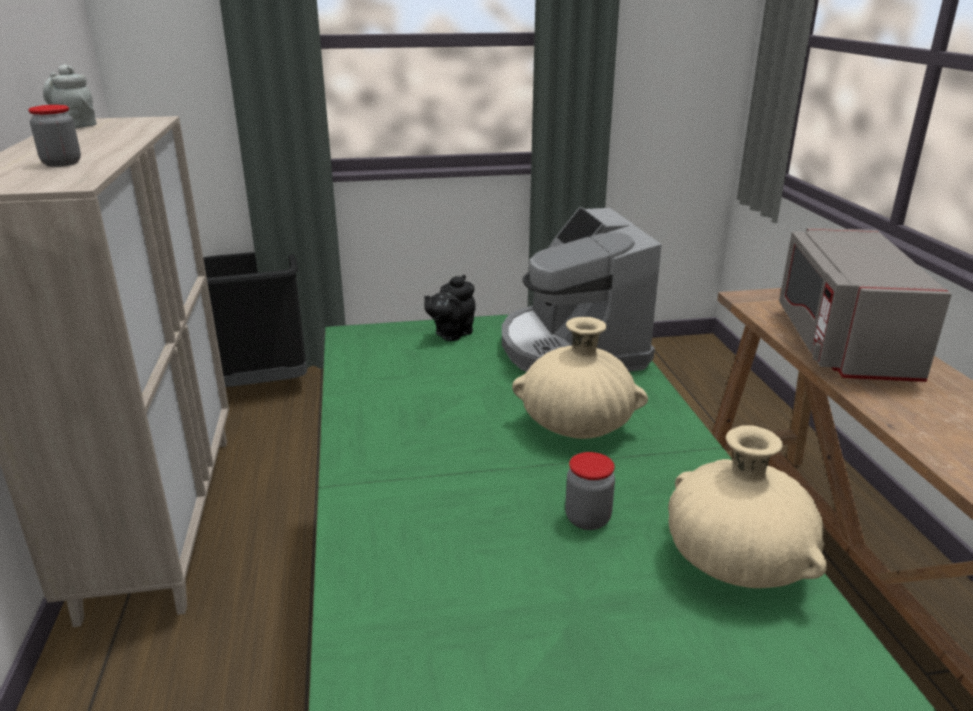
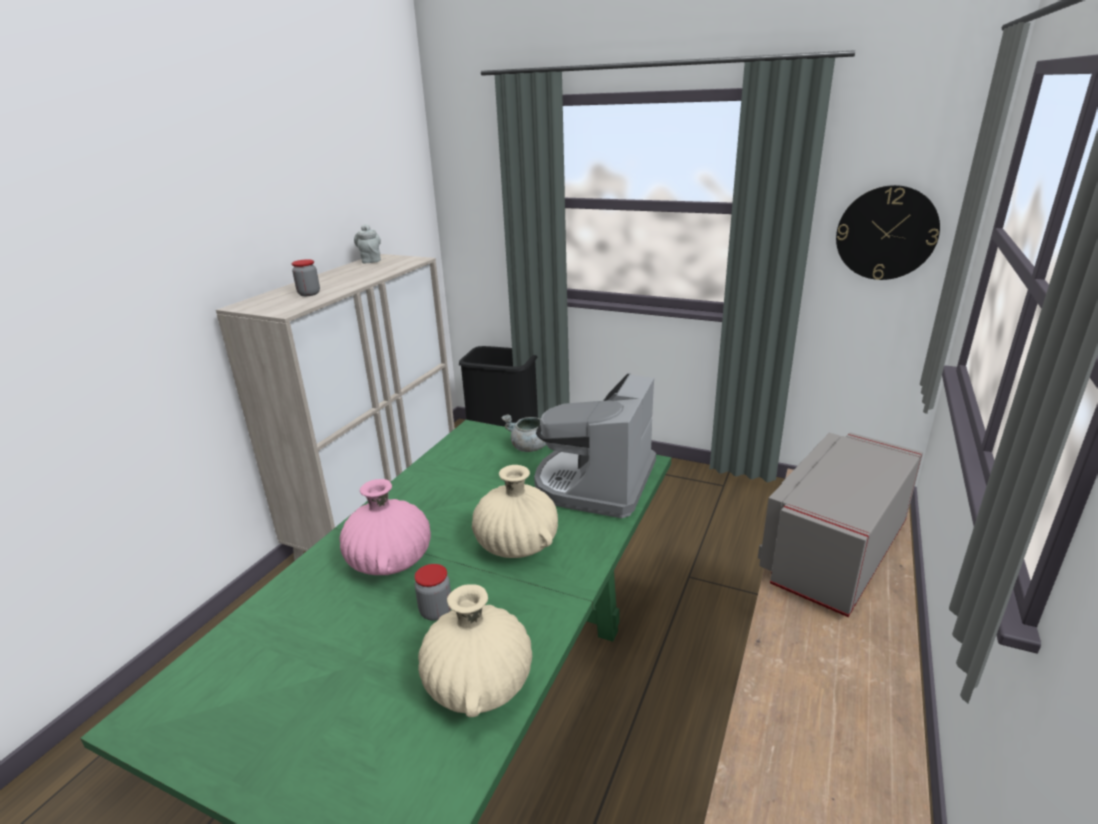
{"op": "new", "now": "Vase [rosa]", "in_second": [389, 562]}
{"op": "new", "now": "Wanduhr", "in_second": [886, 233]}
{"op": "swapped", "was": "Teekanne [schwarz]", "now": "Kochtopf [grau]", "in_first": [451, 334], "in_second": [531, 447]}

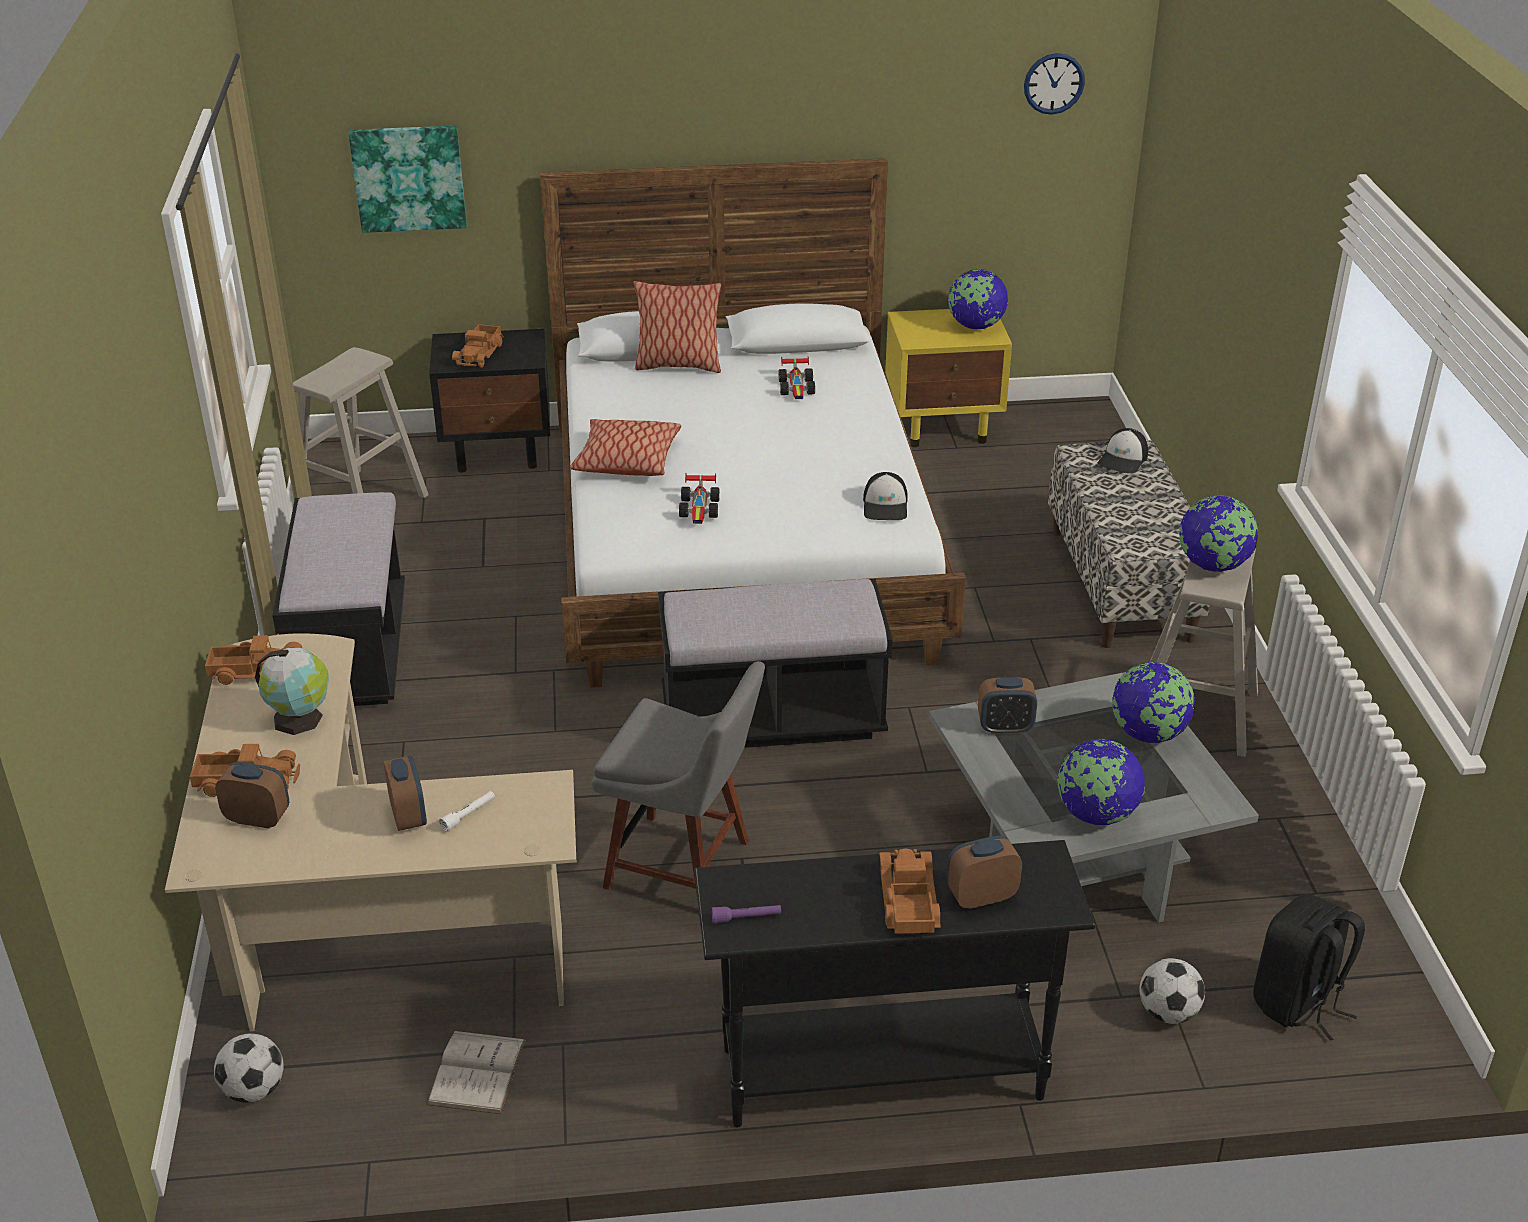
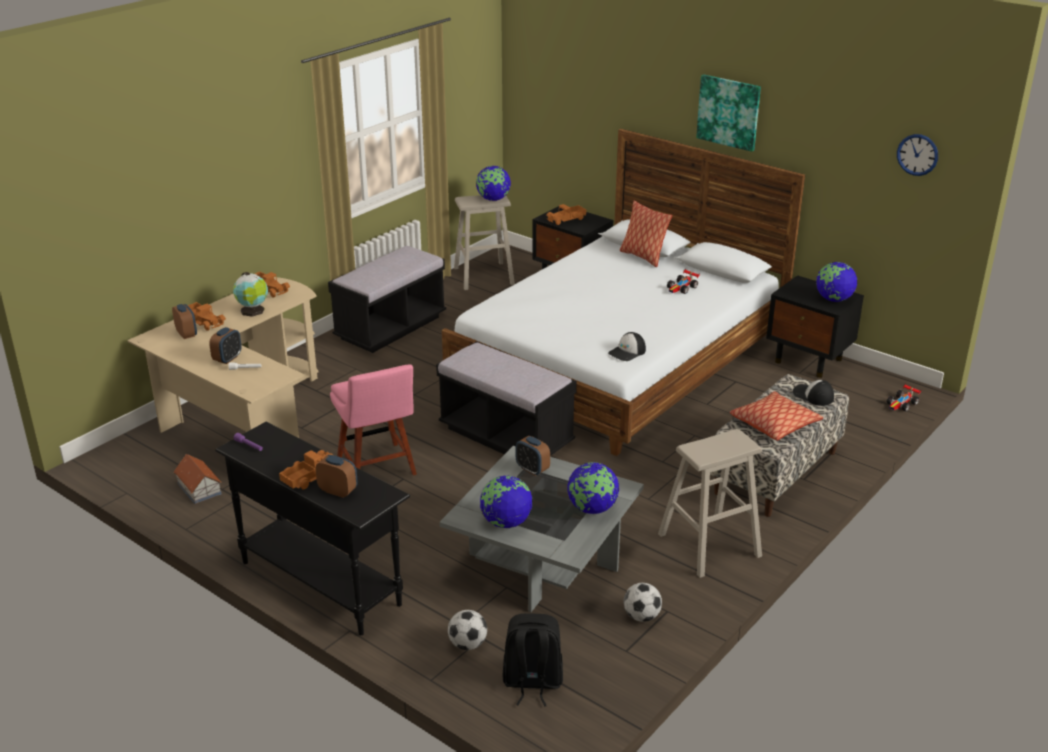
{"op": "shifted", "was": "Fußball", "in_first": [254, 1090], "in_second": [641, 616]}
{"op": "shifted", "was": "Bild", "in_first": [409, 178], "in_second": [729, 112]}
{"op": "shifted", "was": "Kissen", "in_first": [627, 460], "in_second": [774, 424]}
{"op": "shifted", "was": "Spielzeugauto", "in_first": [700, 508], "in_second": [902, 404]}
{"op": "shifted", "was": "Globus", "in_first": [1213, 565], "in_second": [493, 199]}
{"op": "swapped", "was": "Buch [weiß]", "now": "Spielzeughaus", "in_first": [477, 1071], "in_second": [199, 488]}
{"op": "repainted", "was": "Stuhl [grau]", "now": "Stuhl [rosa]", "in_first": [684, 866], "in_second": [377, 468]}
{"op": "repainted", "was": "Nachttisch [gelb]", "now": "Nachttisch [schwarz]", "in_first": [943, 427], "in_second": [809, 361]}
{"op": "rotated", "was": "Kappe", "in_first": [1123, 459], "in_second": [813, 395], "clockwise": 60}

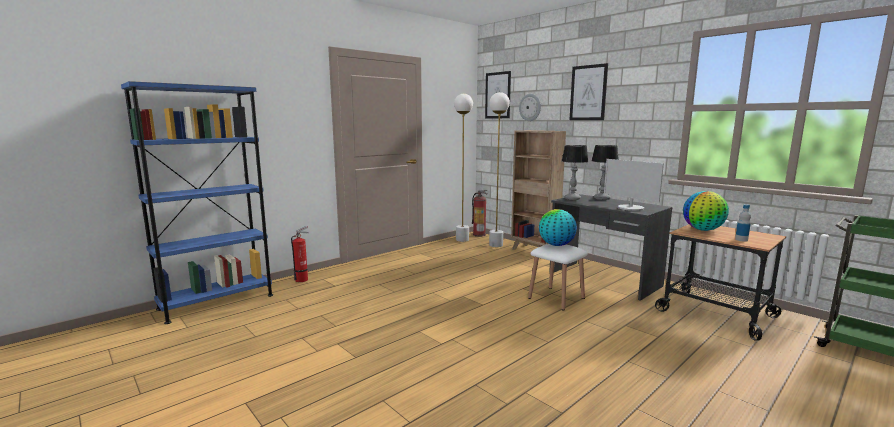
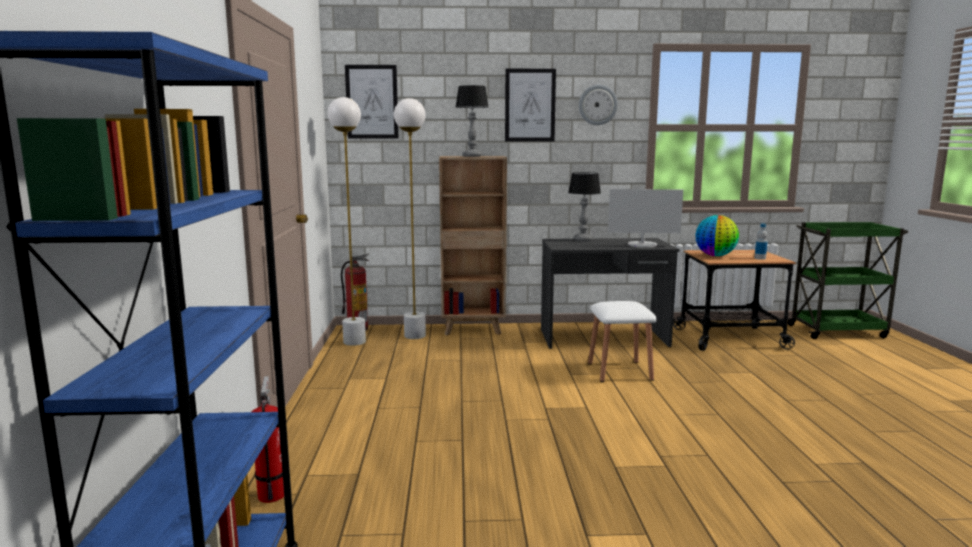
{"op": "gone", "was": "Globus", "in_first": [556, 245]}
{"op": "shifted", "was": "Wanduhr", "in_first": [530, 107], "in_second": [597, 105]}
{"op": "shifted", "was": "Tischlampe", "in_first": [572, 199], "in_second": [472, 156]}

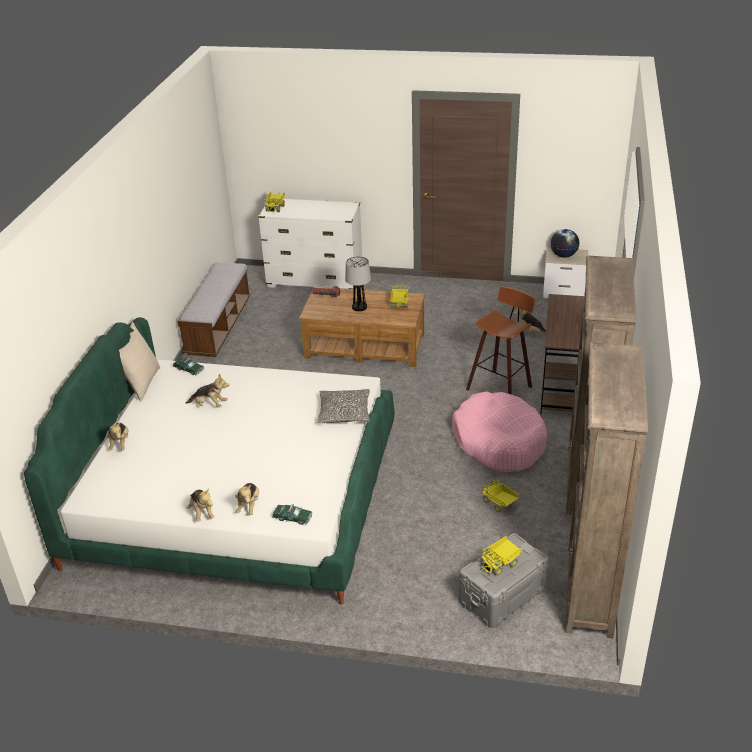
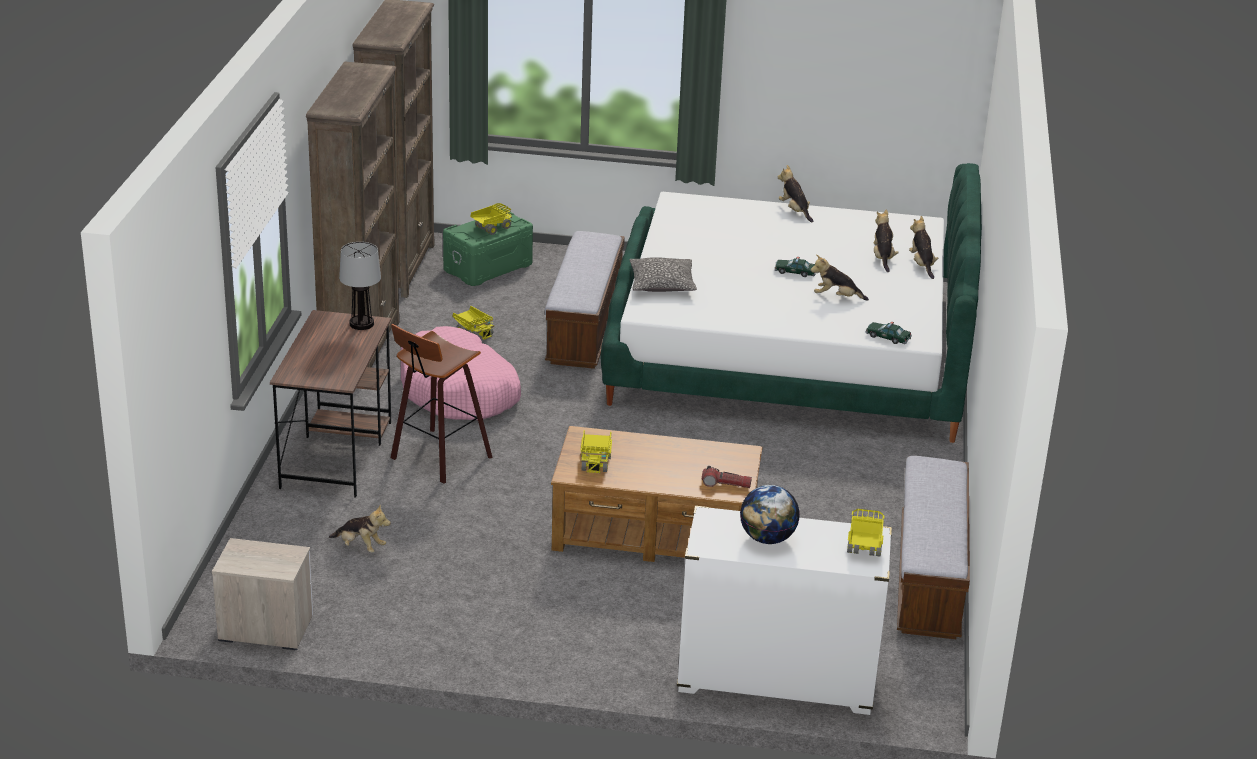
{"op": "gone", "was": "Kissen [beige]", "in_first": [141, 383]}
{"op": "new", "now": "Bank", "in_second": [584, 327]}
{"op": "shifted", "was": "Plüschtier", "in_first": [249, 505], "in_second": [882, 258]}
{"op": "shifted", "was": "Spielzeugauto", "in_first": [292, 518], "in_second": [795, 272]}
{"op": "shifted", "was": "Tischlampe", "in_first": [359, 307], "in_second": [362, 324]}
{"op": "shifted", "was": "Globus", "in_first": [563, 255], "in_second": [767, 538]}
{"op": "repainted", "was": "Aufbewahrungsbox [grau]", "now": "Aufbewahrungsbox [grün]", "in_first": [503, 596], "in_second": [487, 267]}

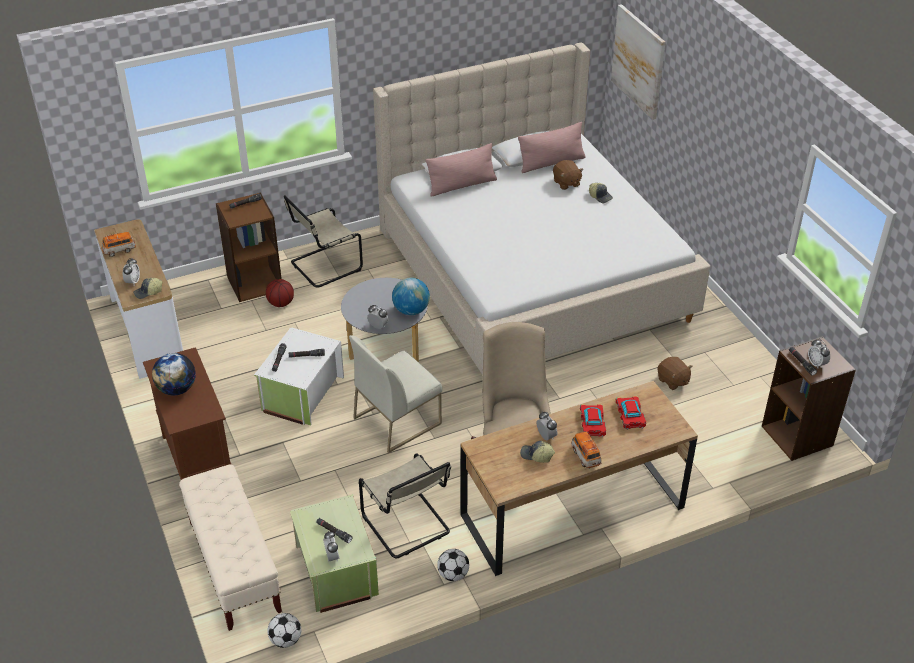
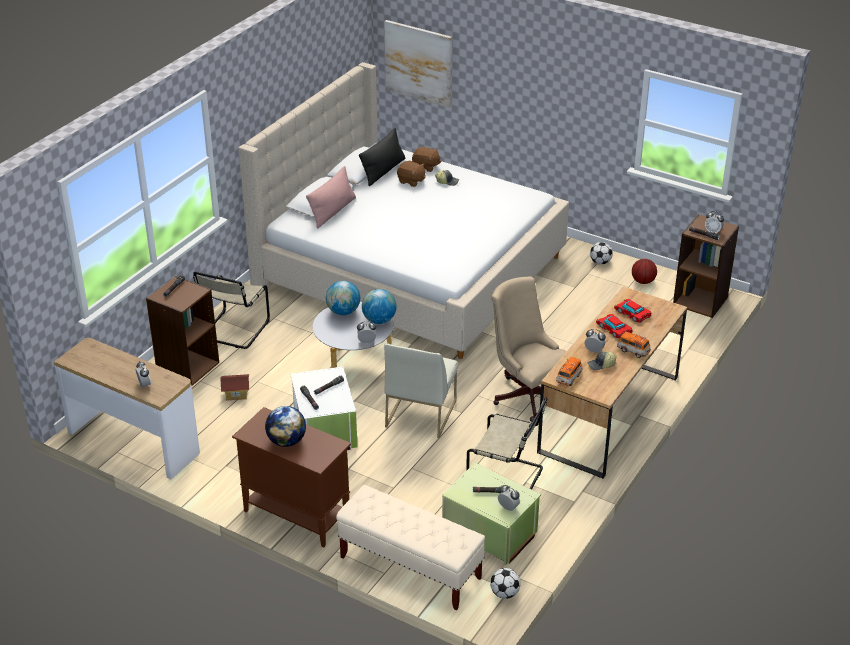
{"op": "gone", "was": "Kappe", "in_first": [148, 292]}
{"op": "new", "now": "Spielzeughaus", "in_second": [236, 394]}
{"op": "new", "now": "Globus", "in_second": [343, 312]}
{"op": "shifted", "was": "Spielzeugauto", "in_first": [119, 250], "in_second": [569, 378]}
{"op": "shifted", "was": "Basketball", "in_first": [281, 303], "in_second": [643, 281]}
{"op": "shifted", "was": "Fußball", "in_first": [453, 574], "in_second": [600, 262]}
{"op": "shifted", "was": "Plüschtier [braun]", "in_first": [672, 381], "in_second": [426, 167]}
{"op": "repainted", "was": "Kissen [rosa]", "now": "Kissen [schwarz]", "in_first": [551, 163], "in_second": [383, 171]}

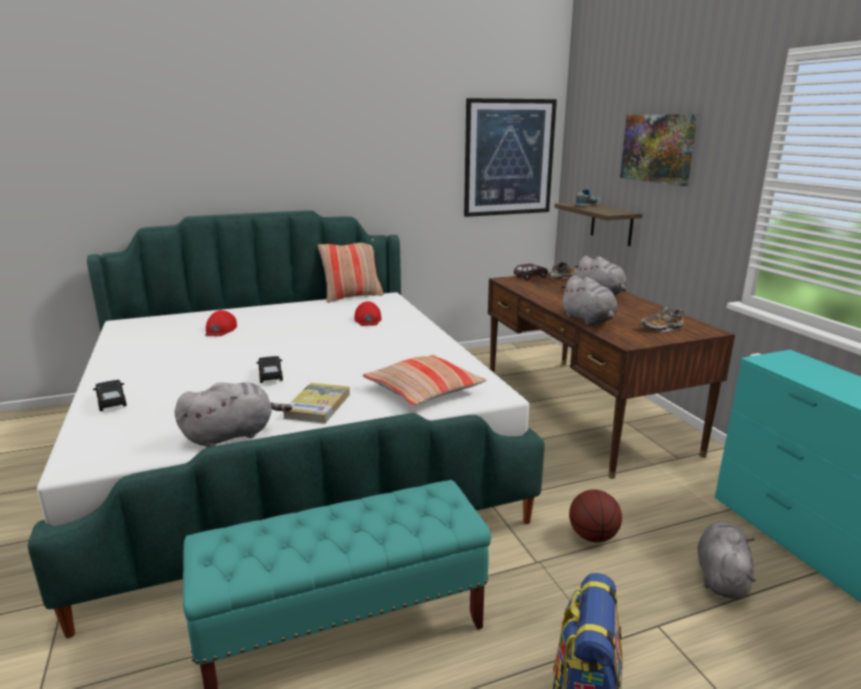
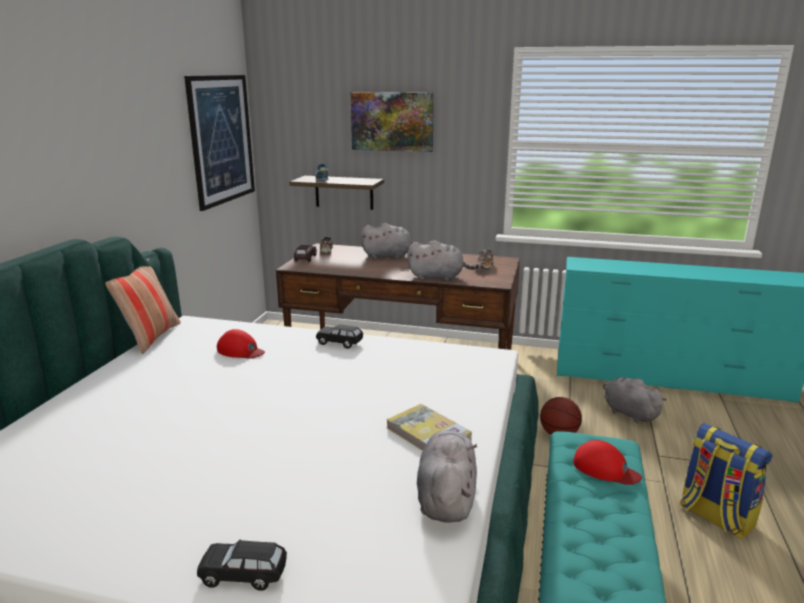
{"op": "gone", "was": "Kissen", "in_first": [424, 390]}
{"op": "shifted", "was": "Kappe [rot]", "in_first": [220, 330], "in_second": [605, 469]}
{"op": "shifted", "was": "Spielzeugauto [schwarz]", "in_first": [270, 376], "in_second": [339, 343]}

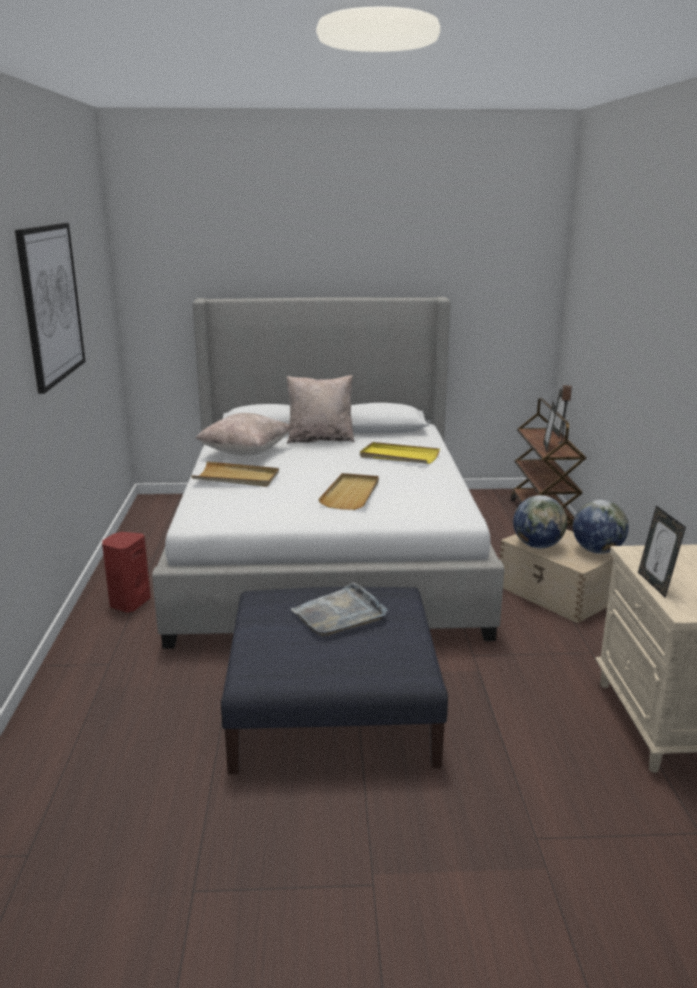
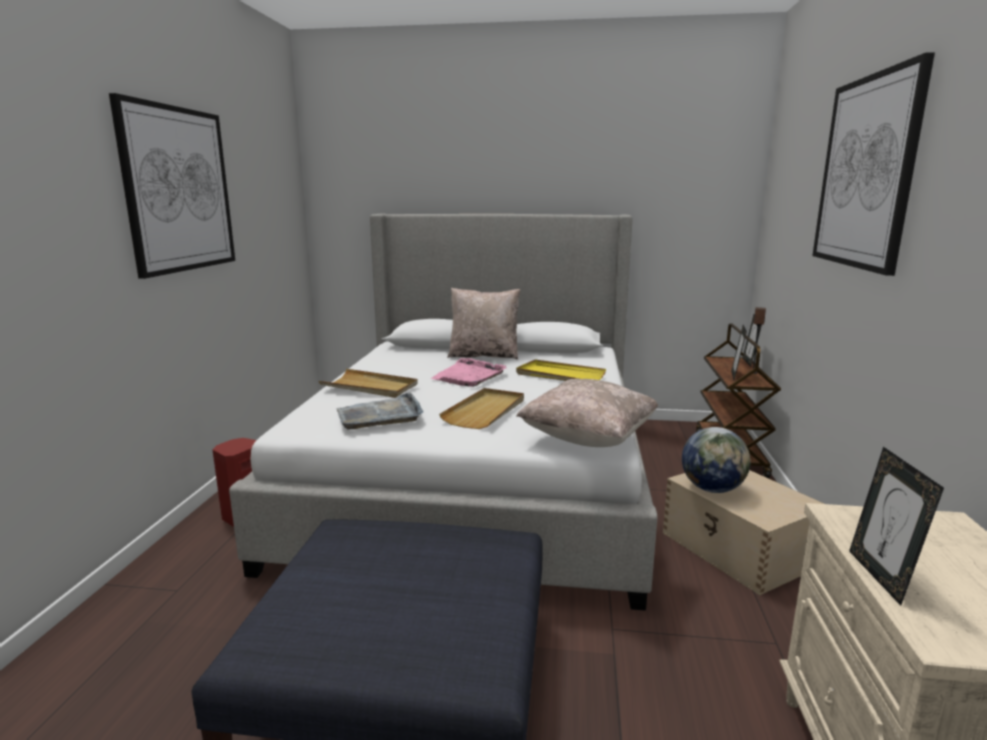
{"op": "gone", "was": "Globus", "in_first": [597, 551]}
{"op": "new", "now": "Tablett [rosa]", "in_second": [469, 375]}
{"op": "new", "now": "Bild", "in_second": [866, 172]}
{"op": "shifted", "was": "Kissen [beige]", "in_first": [245, 452], "in_second": [588, 438]}
{"op": "shifted", "was": "Tablett [grau]", "in_first": [339, 614], "in_second": [380, 415]}

